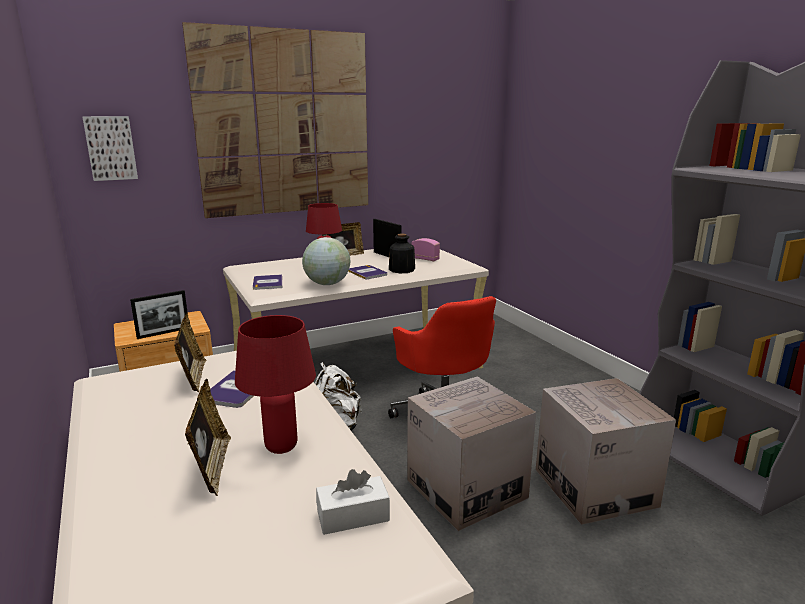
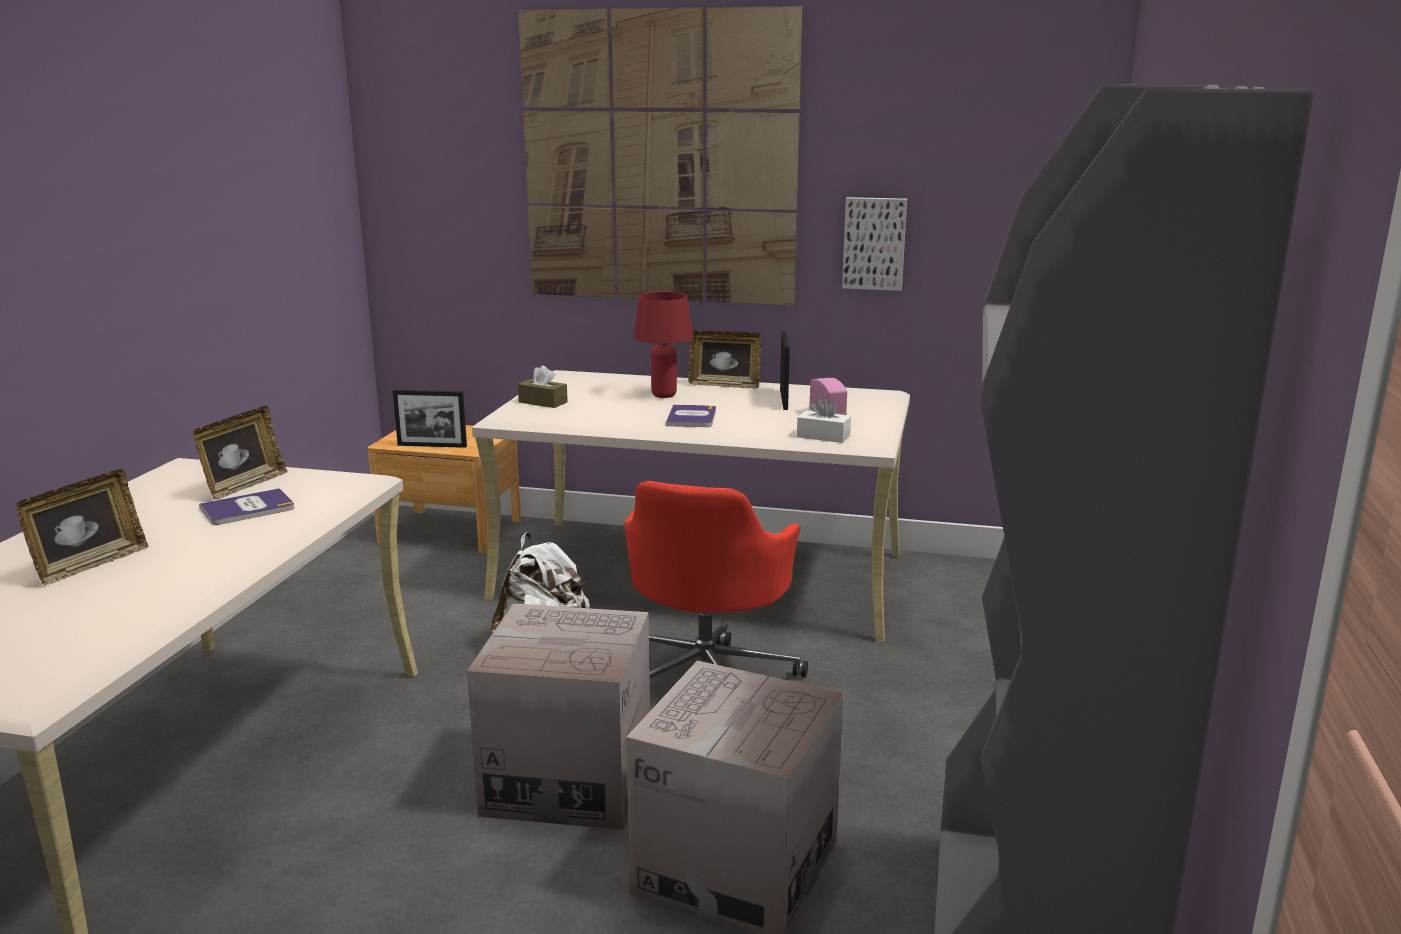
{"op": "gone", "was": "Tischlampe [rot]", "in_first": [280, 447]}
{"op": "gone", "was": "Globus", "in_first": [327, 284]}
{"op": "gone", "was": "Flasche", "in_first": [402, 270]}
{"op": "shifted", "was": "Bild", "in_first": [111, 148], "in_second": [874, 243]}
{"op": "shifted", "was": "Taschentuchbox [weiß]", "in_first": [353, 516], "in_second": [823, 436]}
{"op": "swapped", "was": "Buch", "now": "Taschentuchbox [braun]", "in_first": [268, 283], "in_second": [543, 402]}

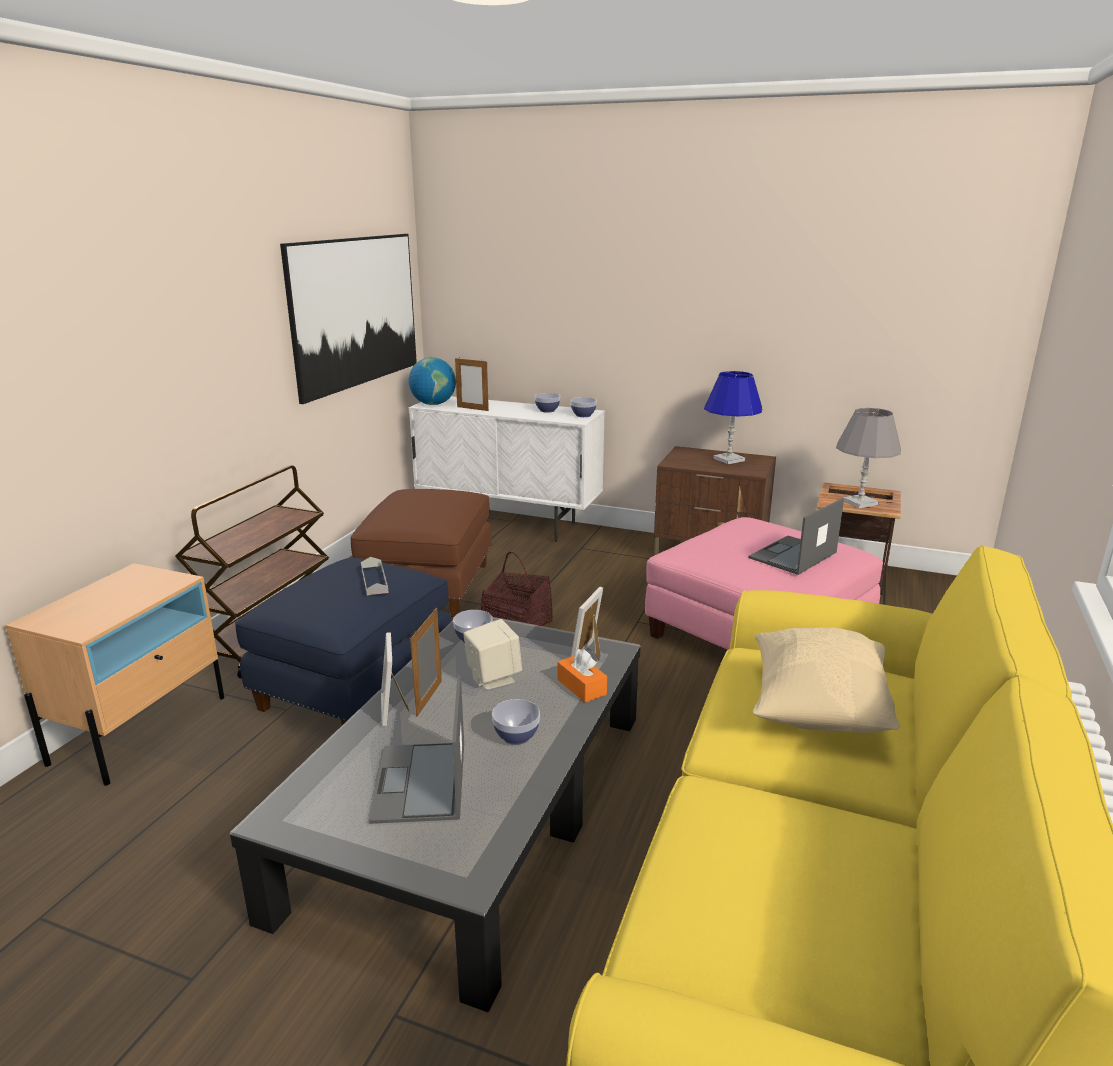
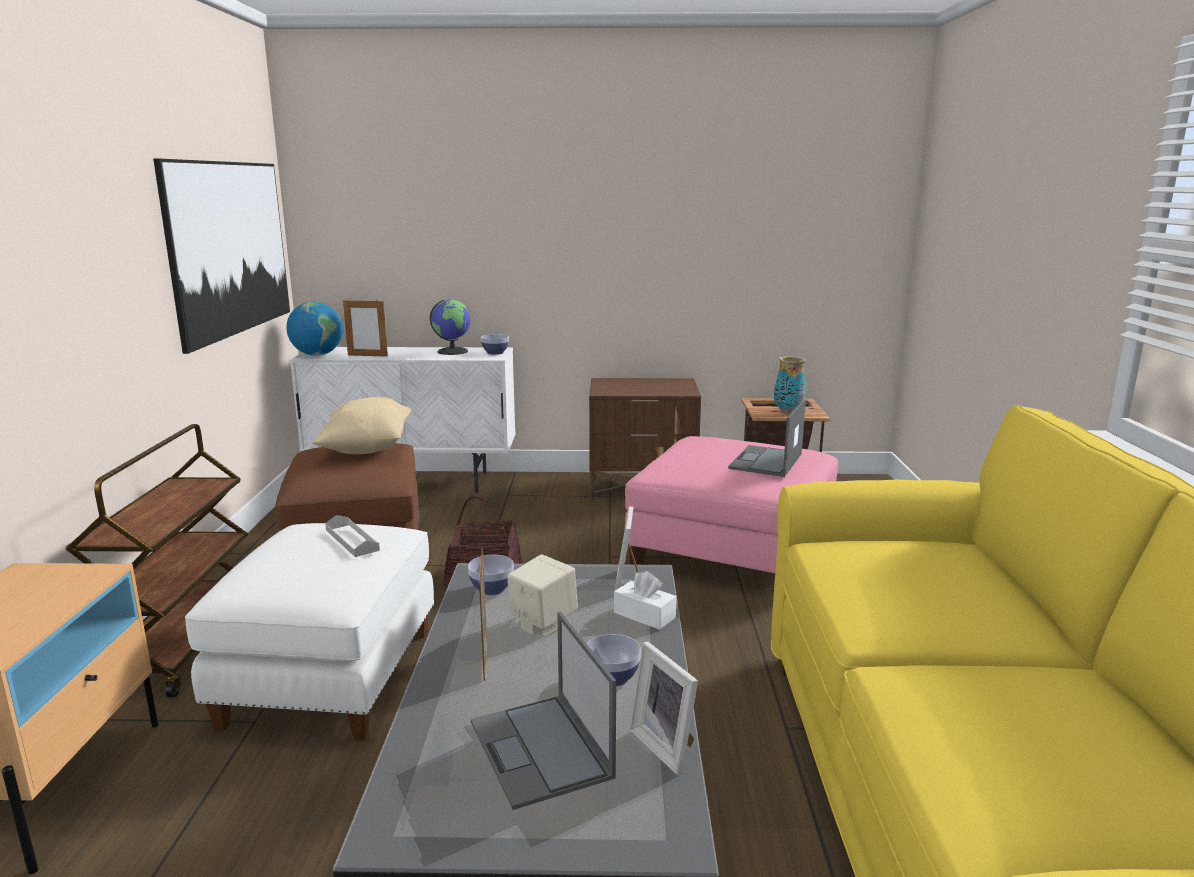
{"op": "gone", "was": "Tischlampe [blau]", "in_first": [728, 459]}
{"op": "shifted", "was": "Bilderrahmen", "in_first": [395, 708], "in_second": [667, 746]}
{"op": "shifted", "was": "Kissen [beige]", "in_first": [817, 710], "in_second": [366, 448]}
{"op": "swapped", "was": "Schüssel", "now": "Globus", "in_first": [547, 410], "in_second": [452, 351]}
{"op": "swapped", "was": "Tischlampe [grau]", "now": "Vase", "in_first": [860, 502], "in_second": [788, 411]}
{"op": "repainted", "was": "Polsterhocker [blau]", "now": "Polsterhocker [weiß]", "in_first": [356, 686], "in_second": [332, 677]}
{"op": "repainted", "was": "Taschentuchbox [orange]", "now": "Taschentuchbox [weiß]", "in_first": [581, 687], "in_second": [644, 615]}

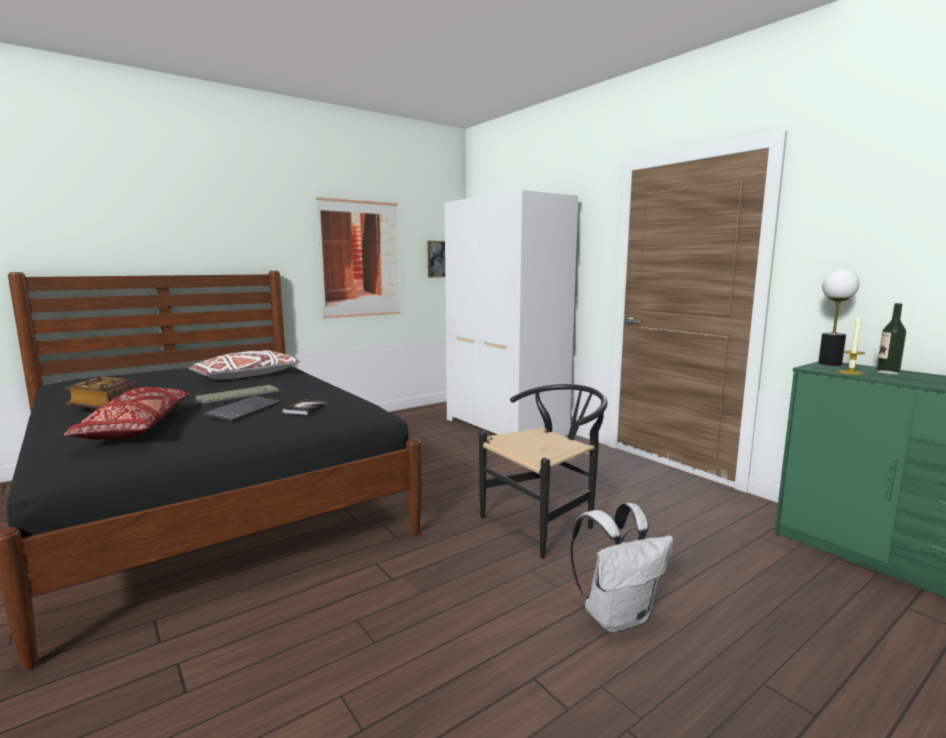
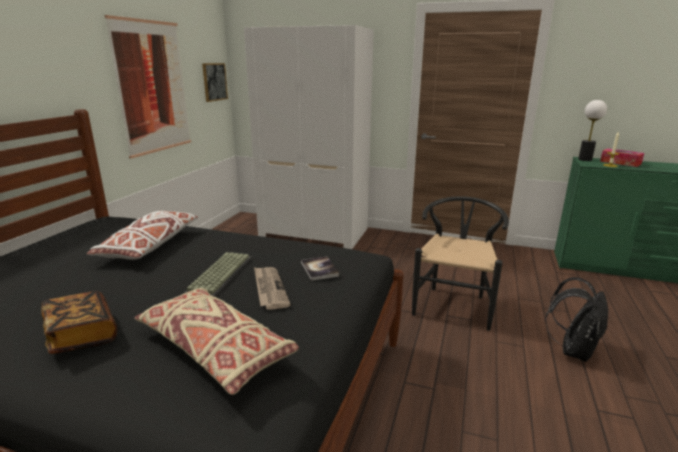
{"op": "swapped", "was": "Tastatur", "now": "Zeitung", "in_first": [243, 410], "in_second": [269, 289]}
{"op": "swapped", "was": "Flasche", "now": "Taschentuchbox", "in_first": [887, 372], "in_second": [620, 162]}
{"op": "repainted", "was": "Kissen [rot]", "now": "Kissen [beige]", "in_first": [136, 428], "in_second": [216, 349]}
{"op": "repainted", "was": "Rucksack [weiß]", "now": "Rucksack [schwarz]", "in_first": [617, 616], "in_second": [573, 350]}

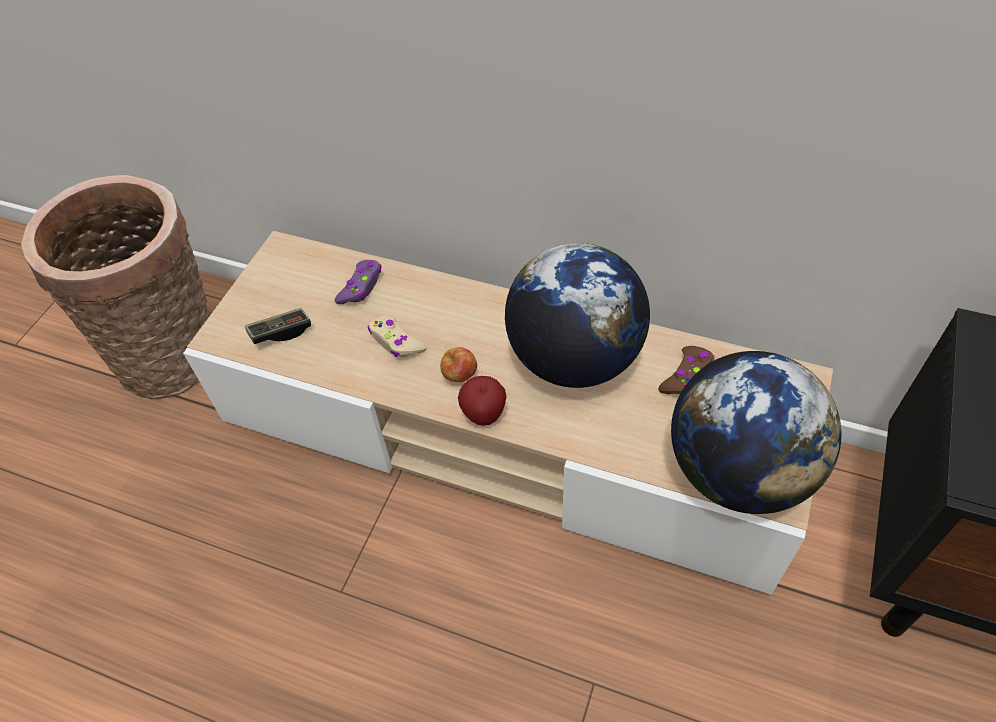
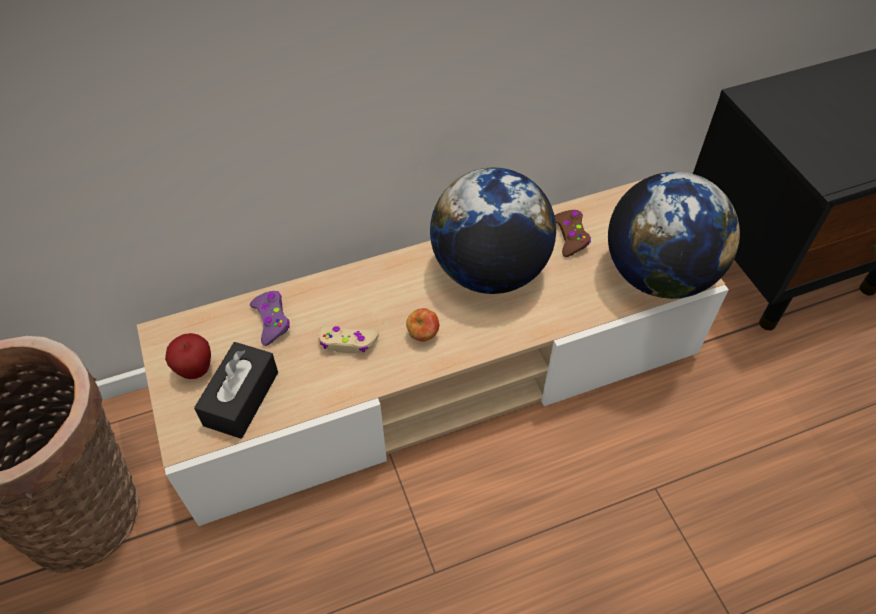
{"op": "shifted", "was": "Apfel", "in_first": [484, 415], "in_second": [195, 370]}
{"op": "swapped", "was": "Gamepad", "now": "Taschentuchbox [schwarz]", "in_first": [281, 332], "in_second": [241, 398]}

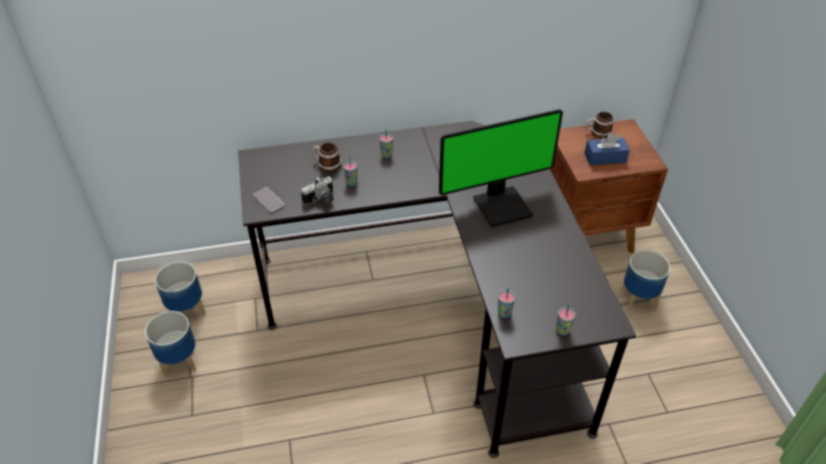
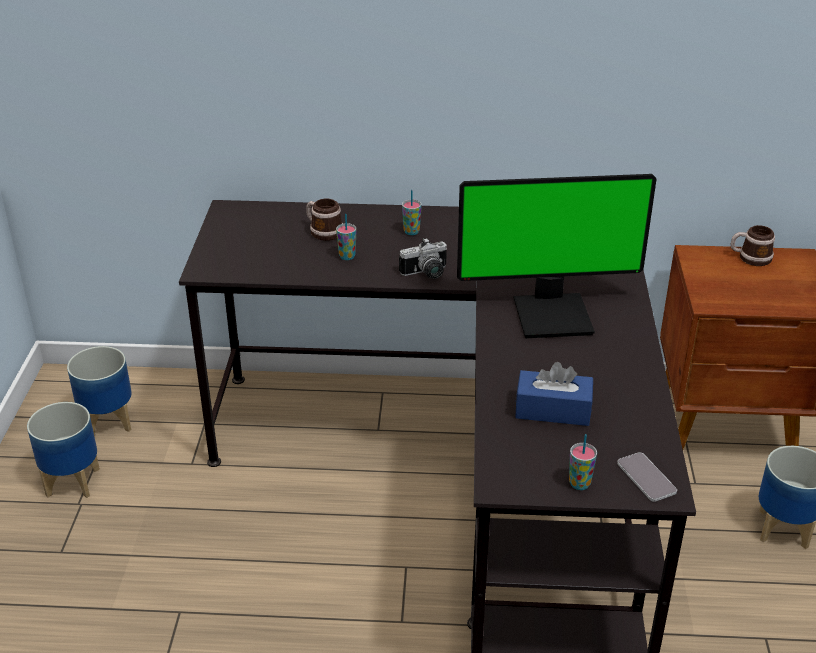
{"op": "gone", "was": "Tasse", "in_first": [504, 313]}
{"op": "shifted", "was": "Handy", "in_first": [268, 200], "in_second": [646, 478]}
{"op": "shifted", "was": "Kamera", "in_first": [321, 200], "in_second": [426, 274]}
{"op": "shifted", "was": "Taschentuchbox [blau]", "in_first": [605, 157], "in_second": [553, 410]}

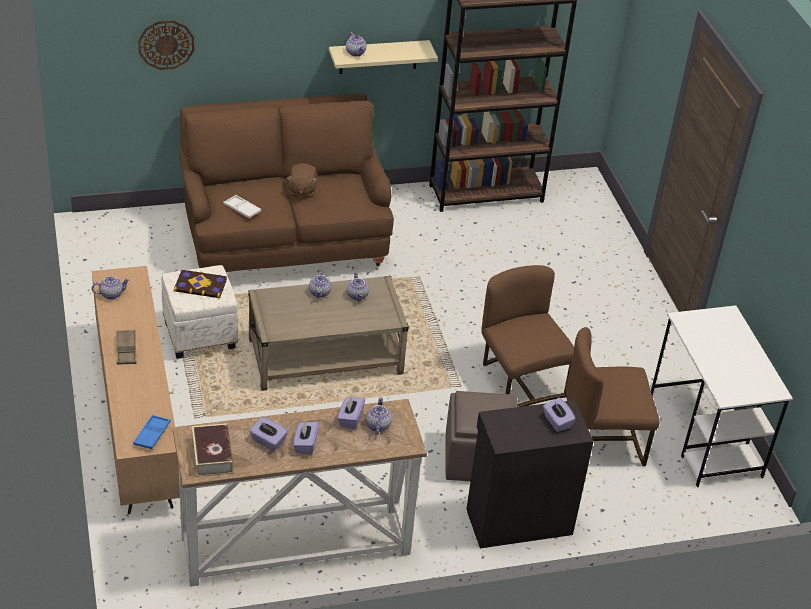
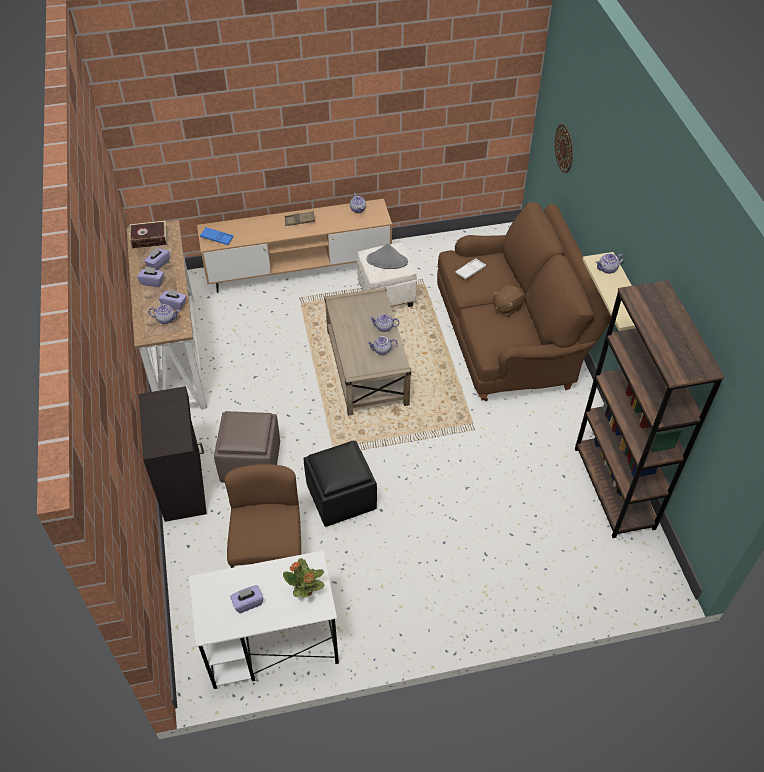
{"op": "new", "now": "Topfpflanze", "in_second": [306, 591]}
{"op": "shifted", "was": "Taschentuchbox [lila]", "in_first": [557, 422], "in_second": [248, 603]}
{"op": "swapped", "was": "Buch", "now": "Hut [grau]", "in_first": [200, 285], "in_second": [387, 261]}
{"op": "swapped", "was": "Stuhl [braun]", "now": "Polsterhocker [schwarz]", "in_first": [519, 381], "in_second": [342, 497]}
{"op": "rotated", "was": "Plüschtier [braun]", "in_first": [302, 190], "in_second": [507, 307], "clockwise": -45}

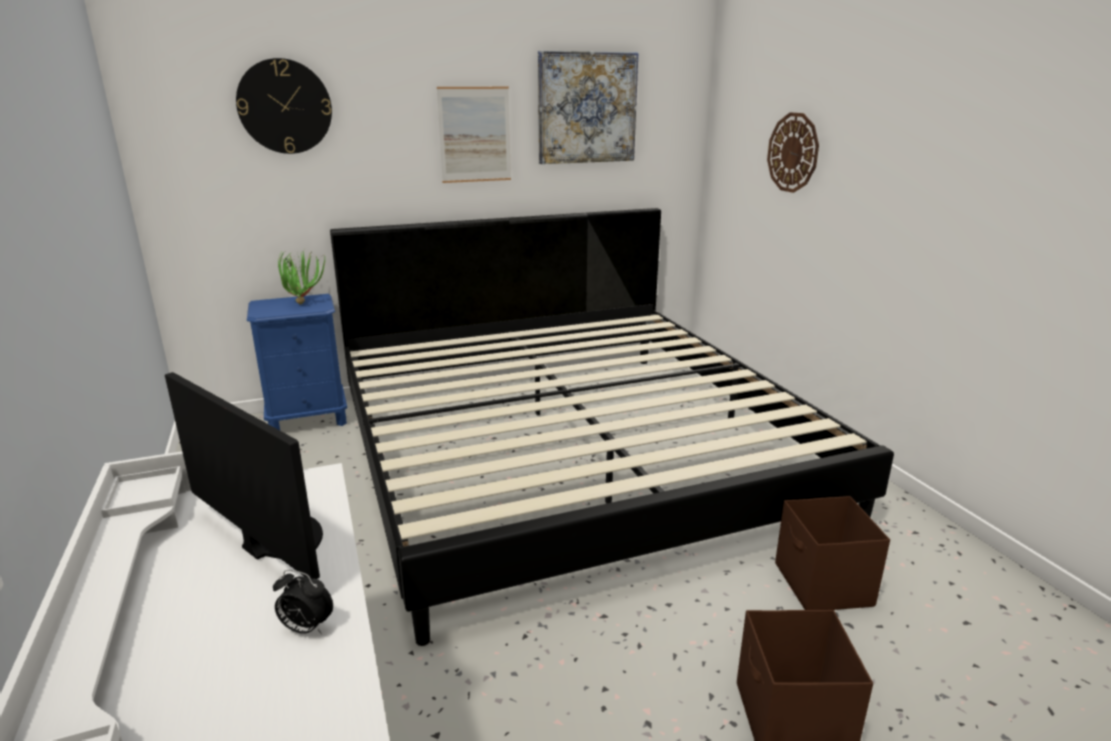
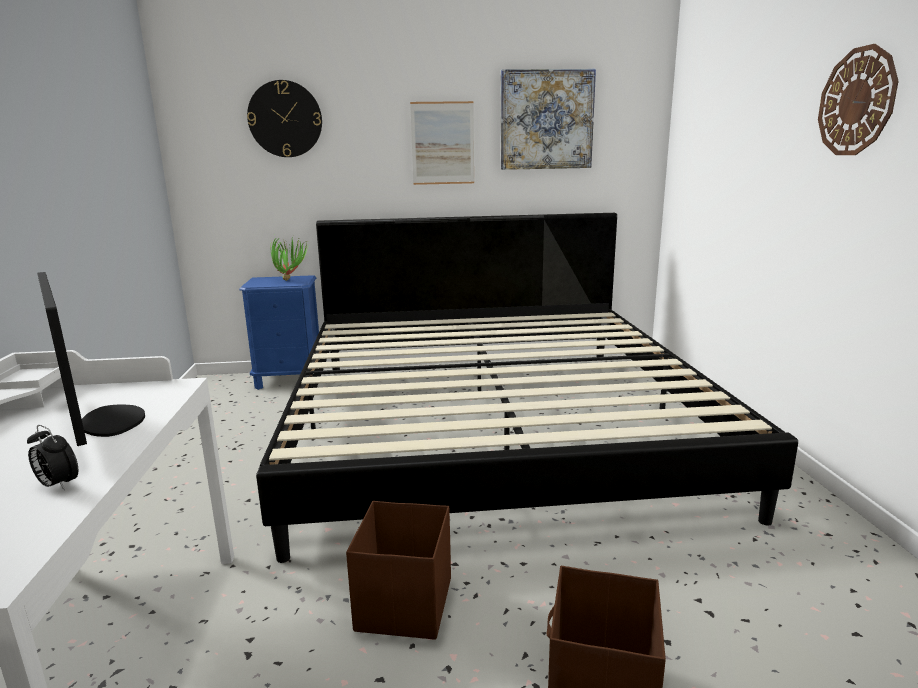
{"op": "shifted", "was": "Wanduhr", "in_first": [793, 152], "in_second": [856, 102]}
{"op": "shifted", "was": "Aufbewahrungsbox [braun]", "in_first": [822, 585], "in_second": [403, 605]}

